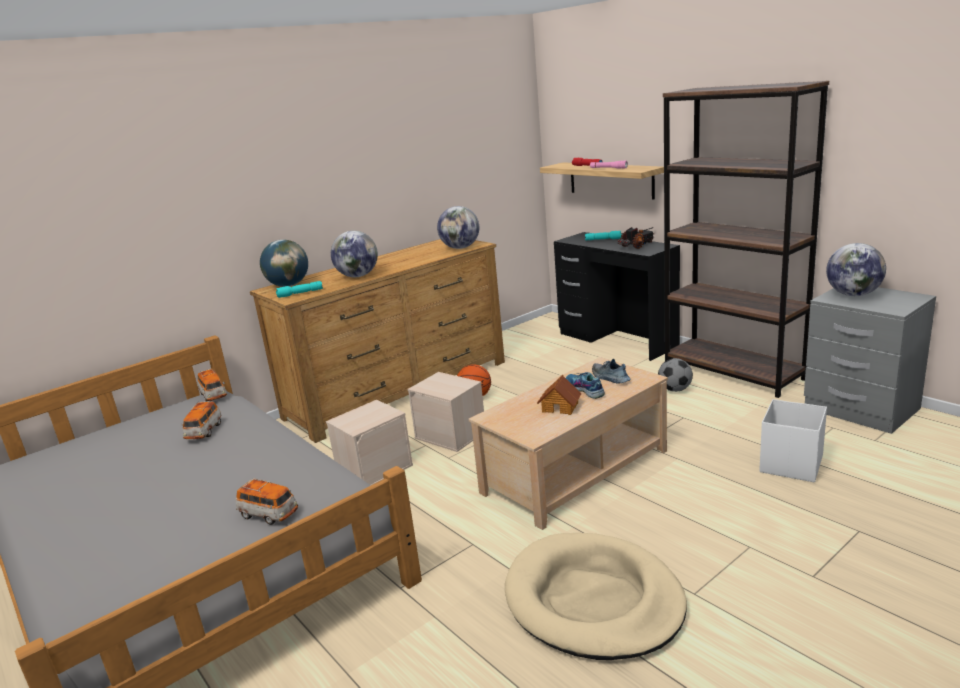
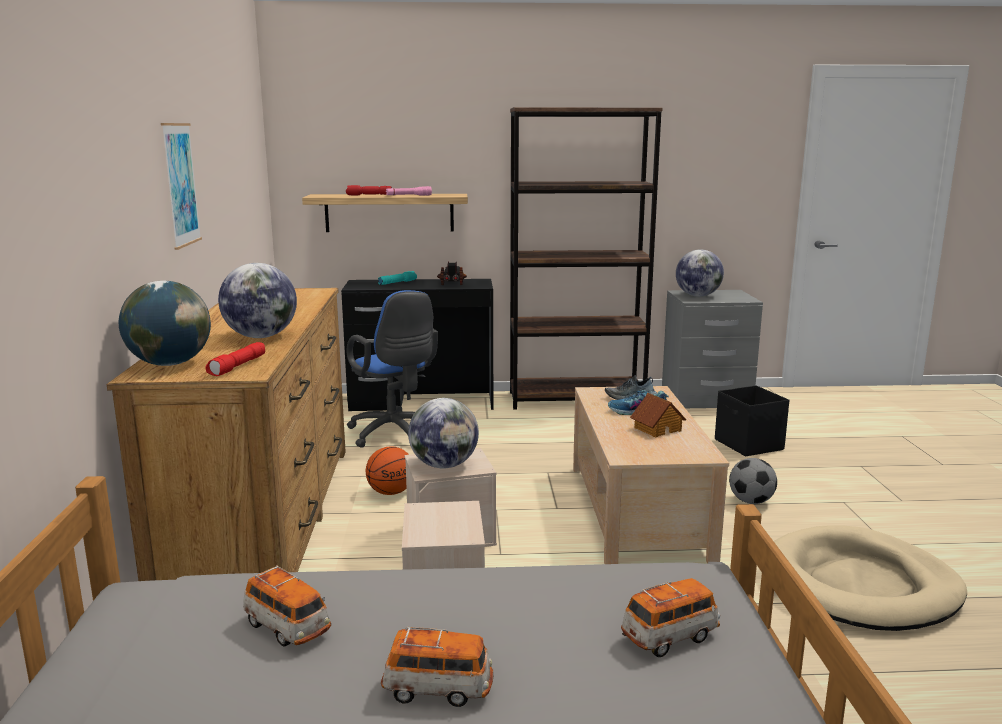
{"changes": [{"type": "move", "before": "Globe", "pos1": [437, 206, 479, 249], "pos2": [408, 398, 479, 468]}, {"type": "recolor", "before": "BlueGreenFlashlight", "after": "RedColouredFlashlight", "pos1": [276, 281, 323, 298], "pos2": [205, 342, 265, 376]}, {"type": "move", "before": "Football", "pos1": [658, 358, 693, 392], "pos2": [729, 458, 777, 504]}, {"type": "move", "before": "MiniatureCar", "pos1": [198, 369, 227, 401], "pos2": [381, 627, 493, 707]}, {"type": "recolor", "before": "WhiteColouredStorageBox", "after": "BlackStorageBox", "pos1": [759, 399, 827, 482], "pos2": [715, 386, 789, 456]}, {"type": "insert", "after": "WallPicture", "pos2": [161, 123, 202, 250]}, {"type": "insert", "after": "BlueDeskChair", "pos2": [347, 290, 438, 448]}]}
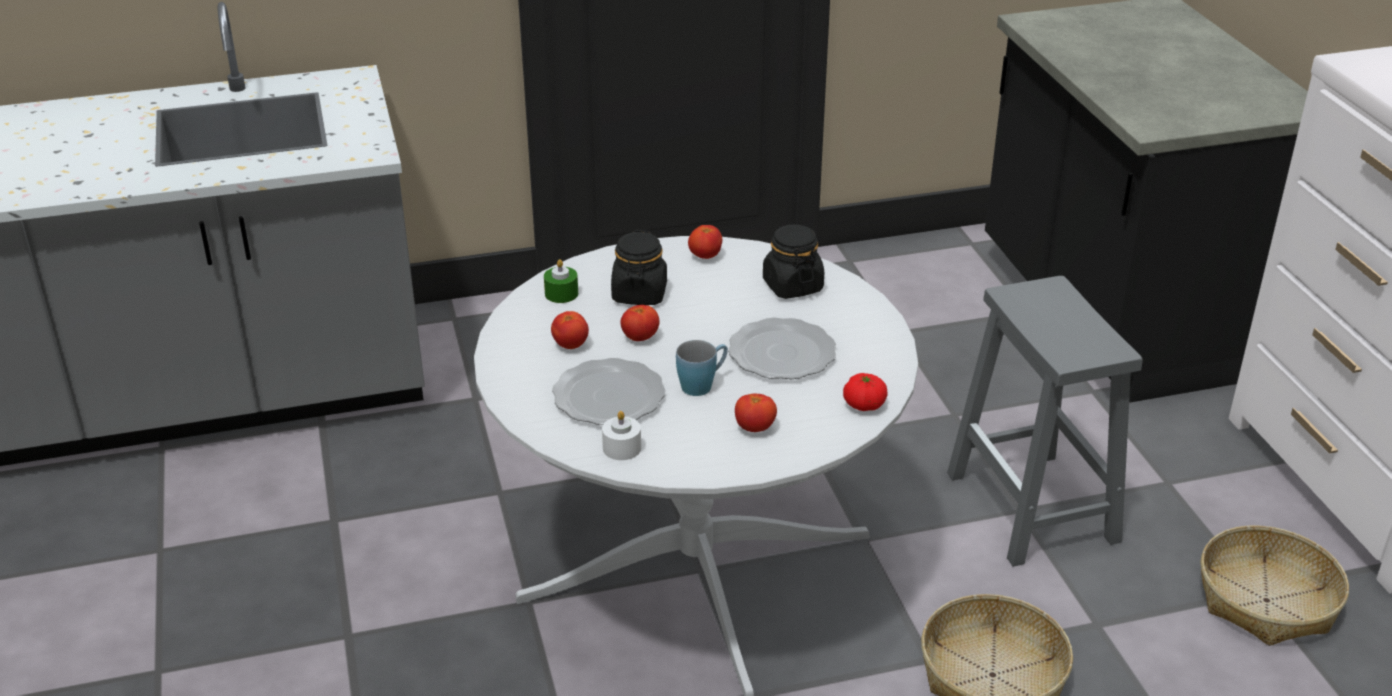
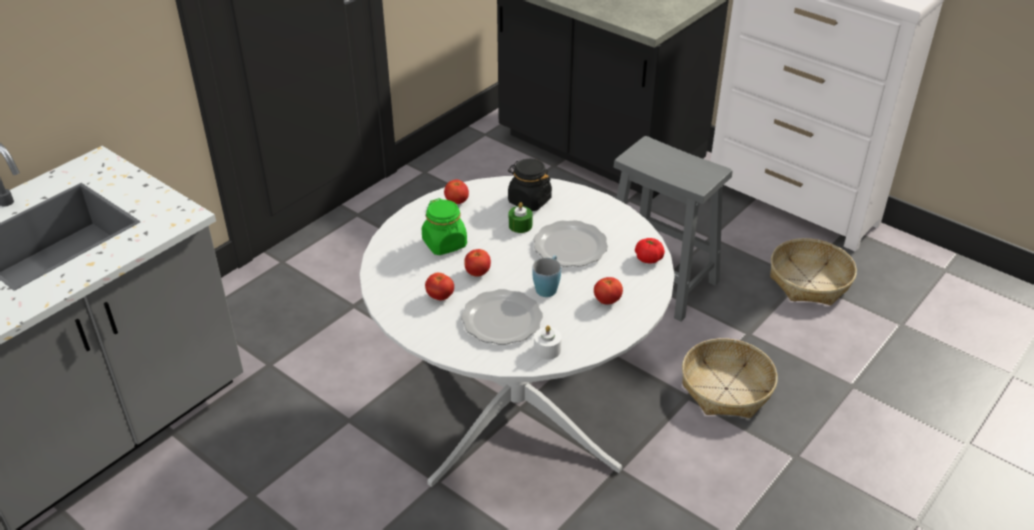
{"changes": [{"type": "recolor", "before": "BlackPreserveJar", "after": "GreenColouredPreserveJar", "pos1": [611, 230, 667, 305], "pos2": [422, 198, 467, 255]}, {"type": "move", "before": "GreenColouredWaxLight", "pos1": [544, 259, 578, 303], "pos2": [509, 202, 533, 233]}]}
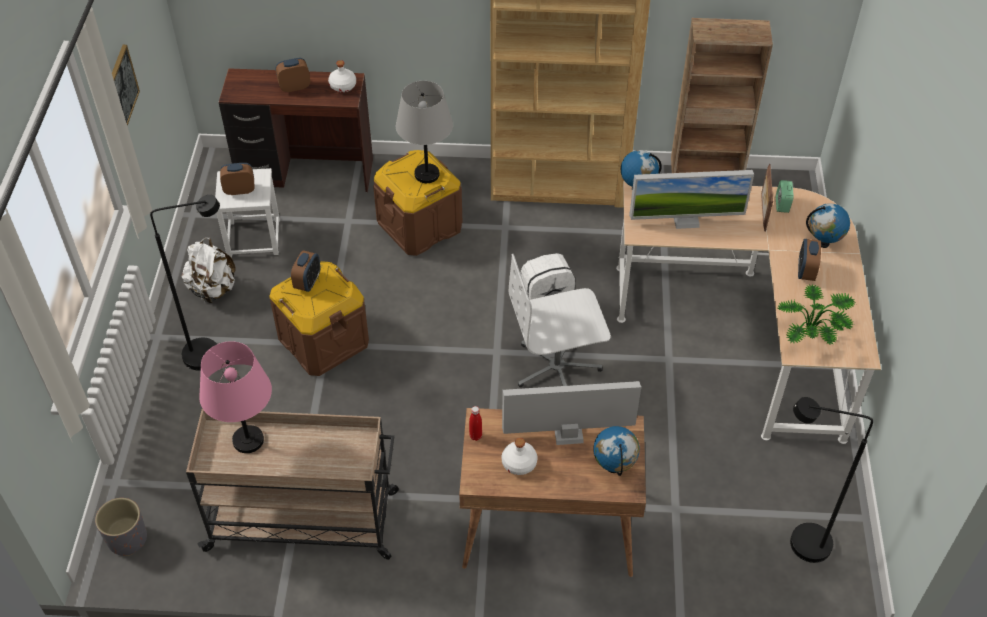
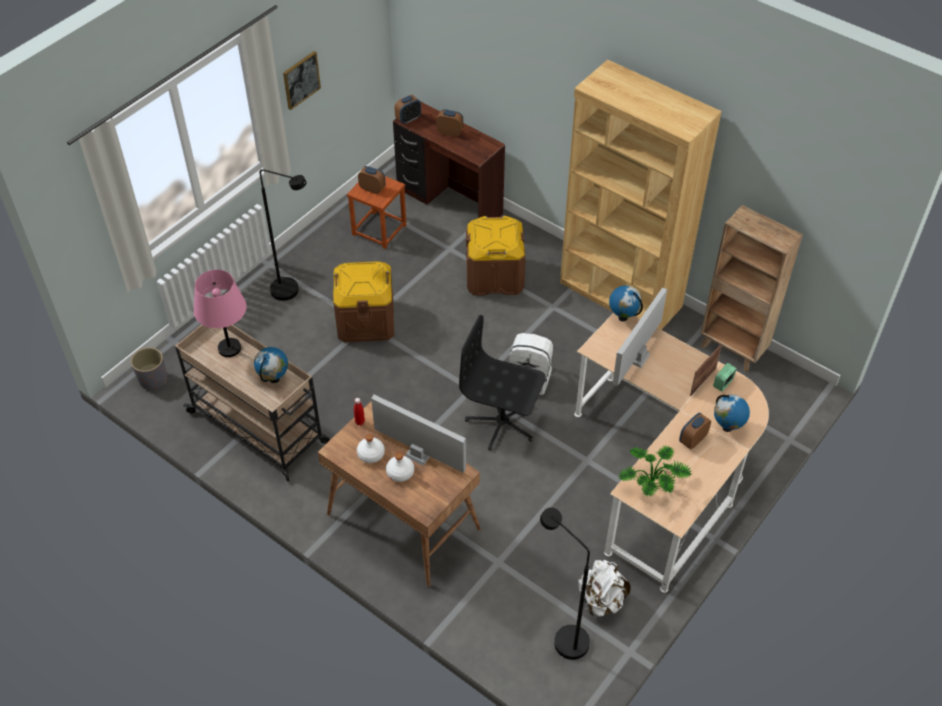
{"changes": [{"type": "move", "before": "WhiteColouredBeverageBottle", "pos1": [328, 60, 356, 92], "pos2": [386, 452, 414, 482]}, {"type": "delete", "before": "GreyTableLamp", "pos1": [396, 81, 453, 183]}, {"type": "recolor", "before": "WhiteColouredSittingStool", "after": "BrownColouredSittingStool", "pos1": [215, 168, 280, 258], "pos2": [347, 176, 406, 249]}, {"type": "rotate", "before": "ComputerScreen", "pos1": [629, 170, 754, 229], "pos2": [612, 288, 667, 386], "turn": 90}, {"type": "move", "before": "WhiteColouredBackpack", "pos1": [181, 238, 235, 303], "pos2": [578, 560, 631, 616]}, {"type": "move", "before": "BedsideClock", "pos1": [291, 250, 320, 292], "pos2": [395, 95, 421, 124]}, {"type": "recolor", "before": "WhiteColouredDeskChair", "after": "BlackDeskChair", "pos1": [509, 254, 611, 387], "pos2": [459, 315, 546, 451]}, {"type": "move", "before": "Globe", "pos1": [593, 426, 640, 476], "pos2": [254, 347, 288, 383]}]}
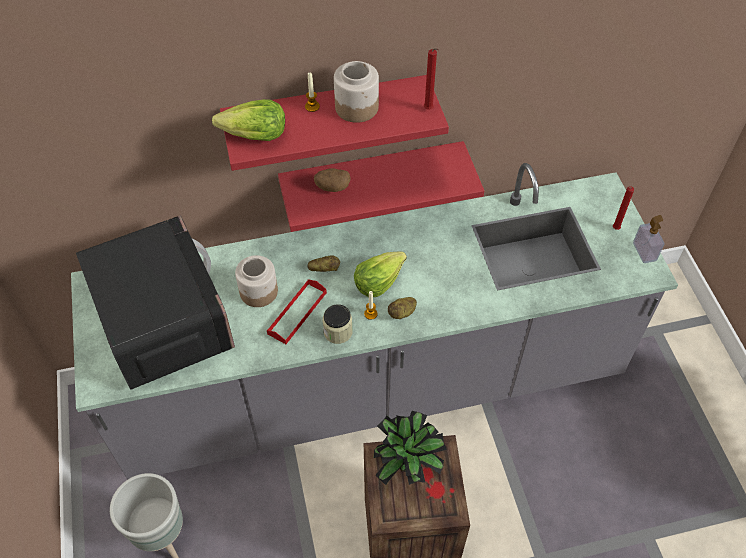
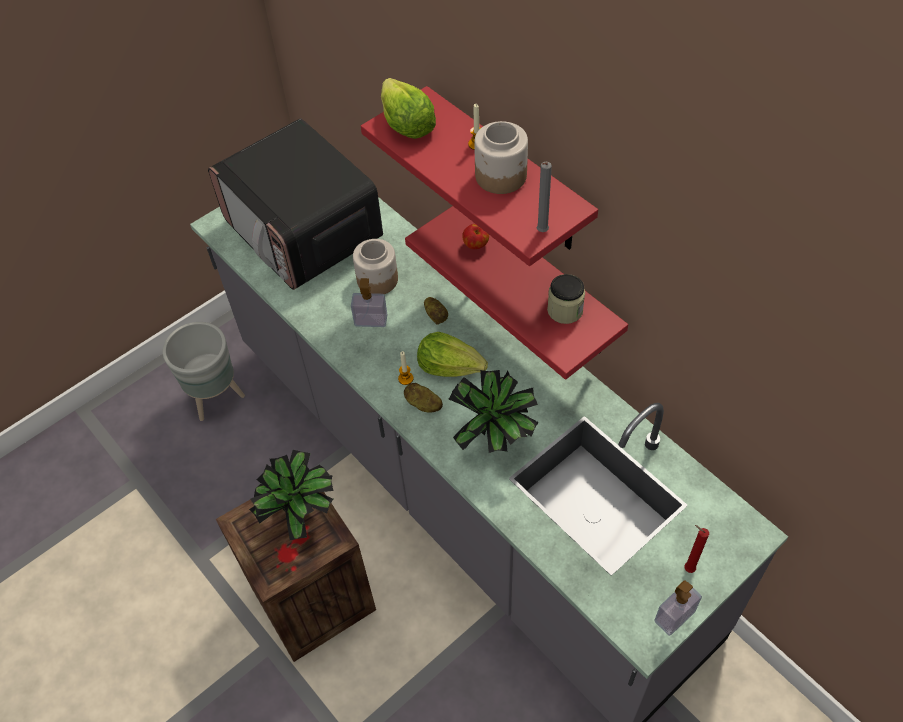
{"changes": [{"type": "recolor", "before": "RedColouredWaxLight", "after": "GreyWaxLight", "pos1": [424, 48, 439, 110], "pos2": [537, 162, 552, 232]}, {"type": "replace", "before": "Potato", "after": "Apple", "pos1": [314, 168, 350, 192], "pos2": [462, 224, 489, 249]}, {"type": "rotate", "before": "KitchenMicrowave", "pos1": [76, 216, 235, 390], "pos2": [208, 118, 383, 290], "turn": 105}, {"type": "replace", "before": "RedColouredTray", "after": "LiquidSoapBottle", "pos1": [267, 279, 327, 344], "pos2": [351, 278, 387, 327]}, {"type": "move", "before": "PreserveJar", "pos1": [323, 304, 353, 344], "pos2": [547, 274, 585, 324]}, {"type": "insert", "after": "PlantInAPot", "pos2": [449, 370, 539, 453]}]}
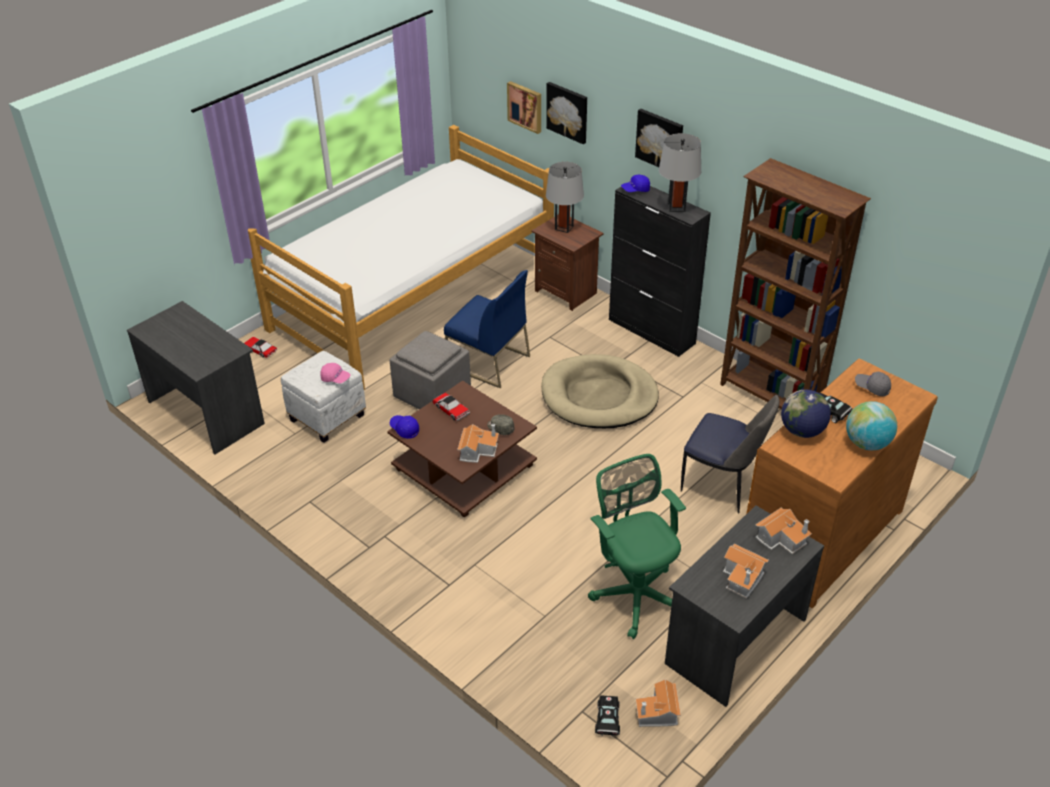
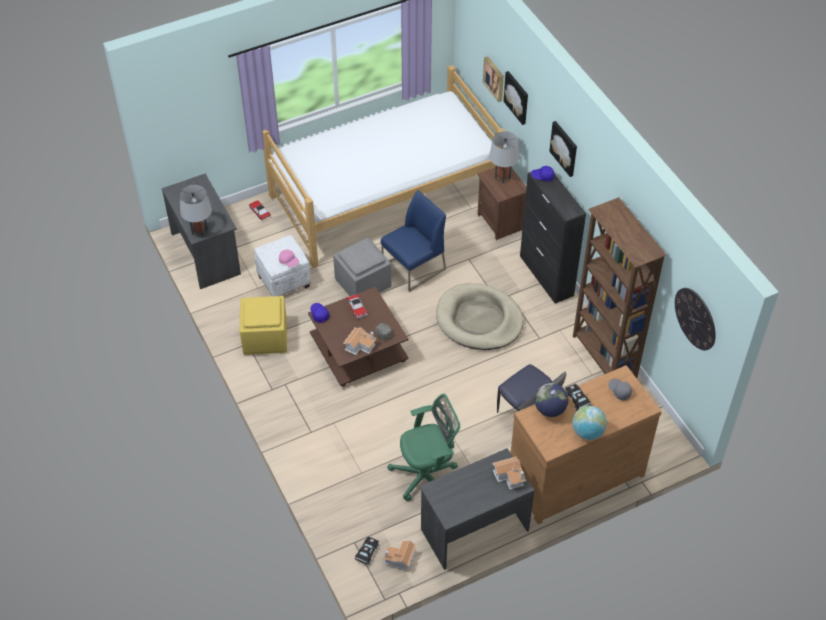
{"changes": [{"type": "move", "before": "GreyTableLamp", "pos1": [659, 133, 701, 212], "pos2": [180, 185, 212, 238]}, {"type": "rotate", "before": "BlueChair", "pos1": [444, 270, 530, 388], "pos2": [381, 190, 446, 292], "turn": -90}, {"type": "rotate", "before": "GreenColouredDeskChair", "pos1": [588, 454, 686, 639], "pos2": [387, 394, 460, 501], "turn": 75}, {"type": "delete", "before": "MiniatureHouse", "pos1": [723, 544, 769, 599]}, {"type": "insert", "after": "WallClock", "pos2": [675, 288, 716, 350]}, {"type": "insert", "after": "YellowColouredFootrest", "pos2": [240, 296, 287, 355]}]}
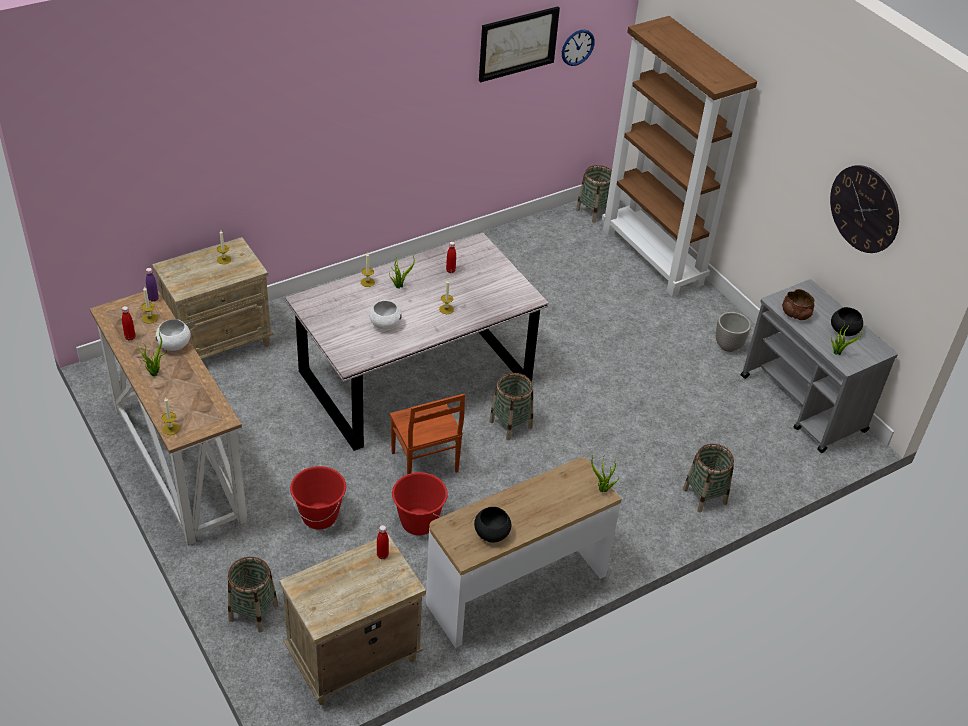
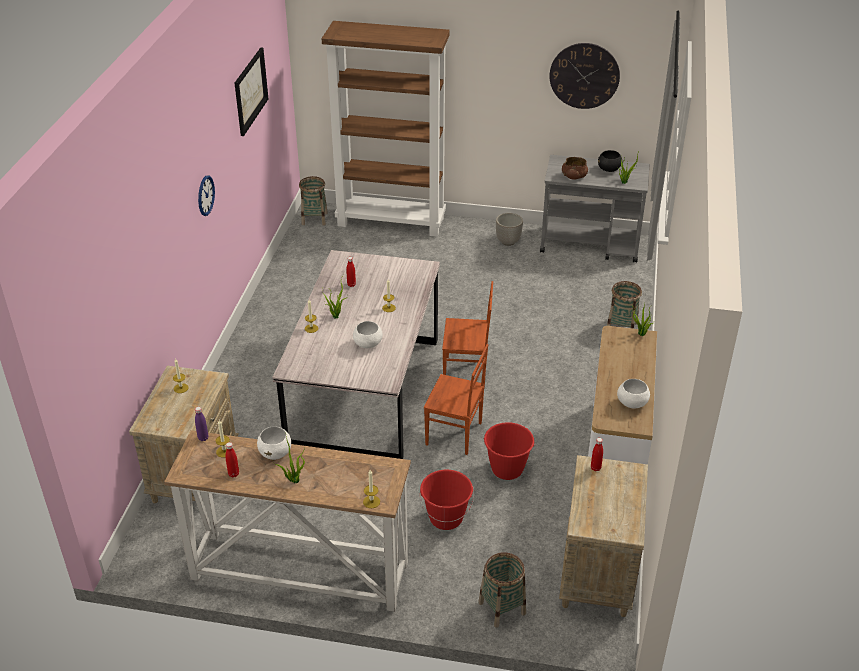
{"changes": [{"type": "move", "before": "WallClock", "pos1": [562, 30, 595, 66], "pos2": [198, 175, 215, 216]}, {"type": "replace", "before": "HouseholdBasket", "after": "BrownColouredChair", "pos1": [489, 373, 533, 440], "pos2": [442, 281, 493, 388]}, {"type": "recolor", "before": "BlackDeepDish", "after": "WhiteColouredDeepDish", "pos1": [474, 507, 512, 543], "pos2": [617, 379, 650, 409]}]}
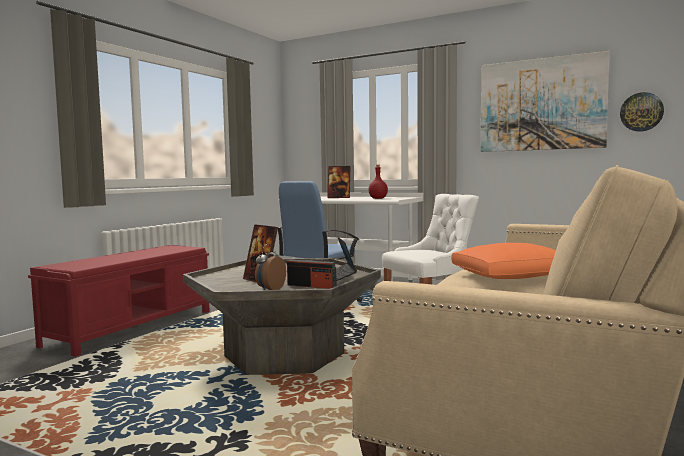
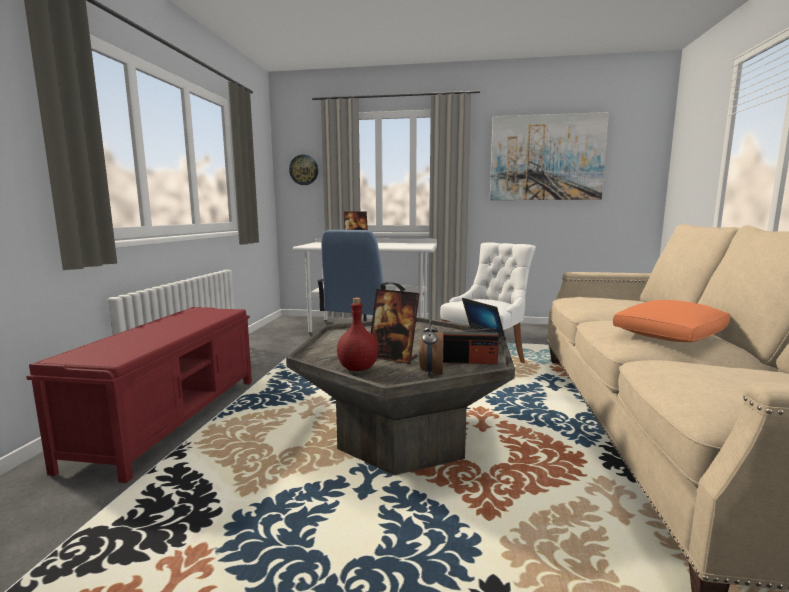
{"changes": [{"type": "move", "before": "WallClock", "pos1": [620, 92, 664, 132], "pos2": [289, 154, 318, 185]}, {"type": "move", "before": "RedColouredBeverageBottle", "pos1": [368, 165, 388, 199], "pos2": [337, 298, 378, 371]}]}
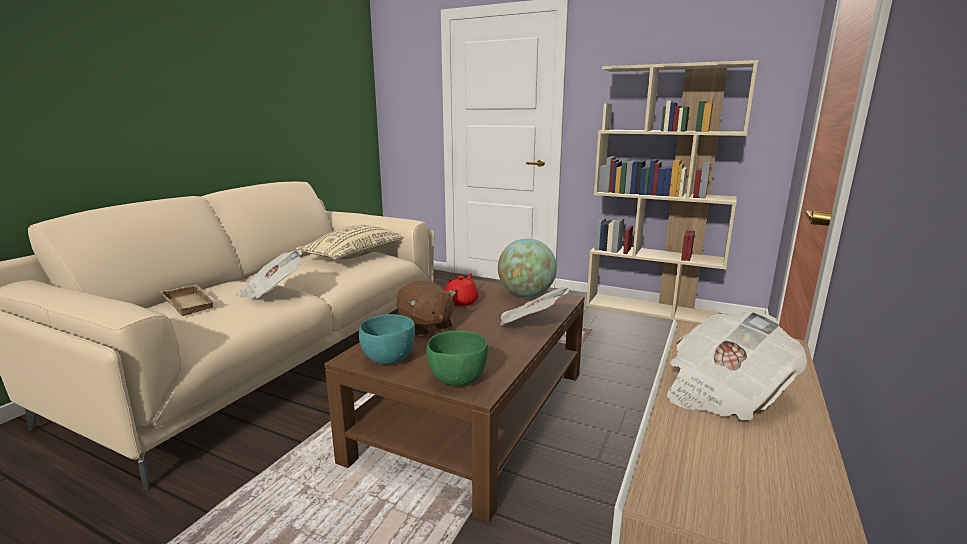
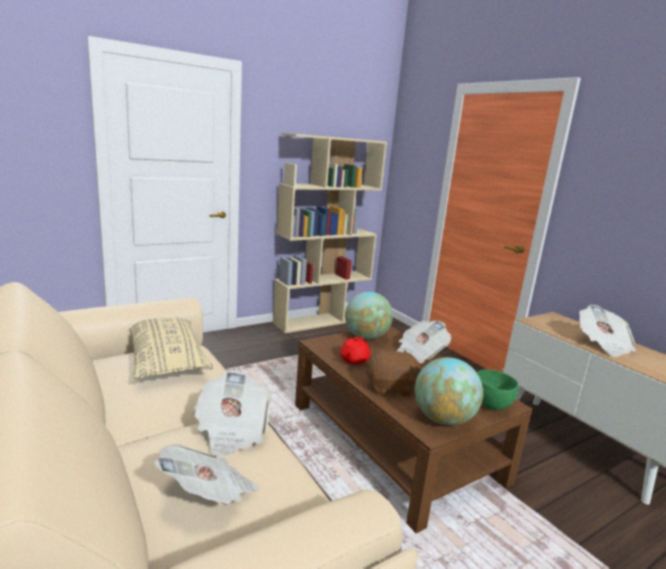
{"changes": [{"type": "rotate", "before": "RedColouredPotForTea", "pos1": [444, 273, 478, 306], "pos2": [340, 337, 370, 364], "turn": -120}, {"type": "replace", "before": "BeigeColouredTray", "after": "Newspaper", "pos1": [160, 284, 218, 316], "pos2": [153, 444, 259, 505]}, {"type": "replace", "before": "BlueGreenDeepDish", "after": "Globe", "pos1": [359, 314, 415, 365], "pos2": [415, 357, 483, 425]}]}
